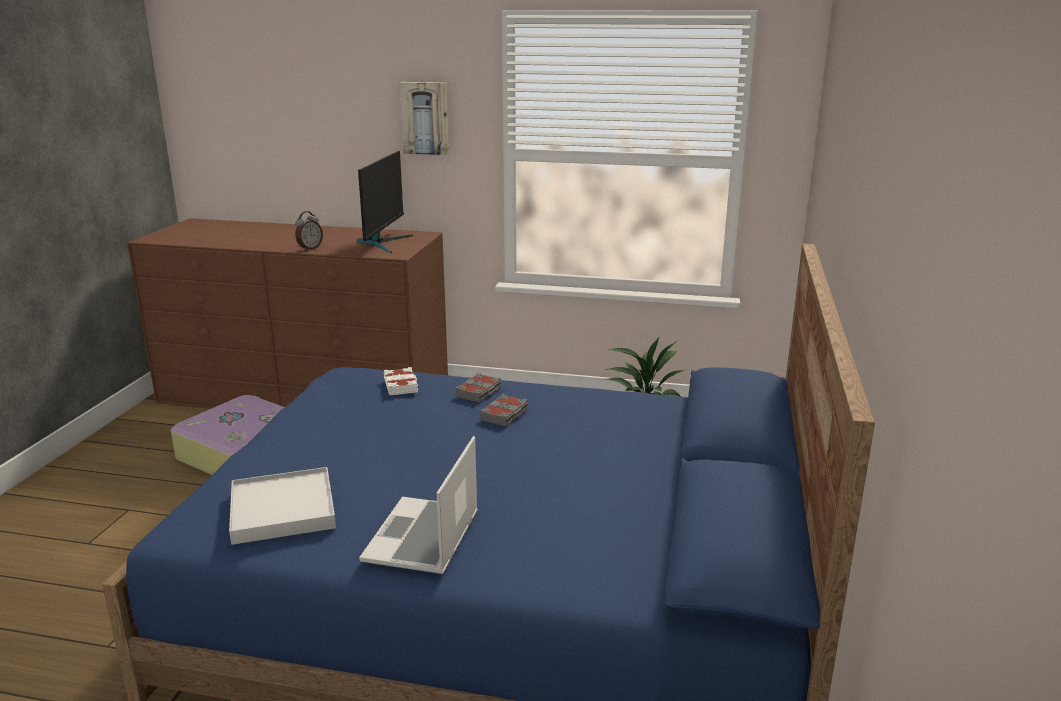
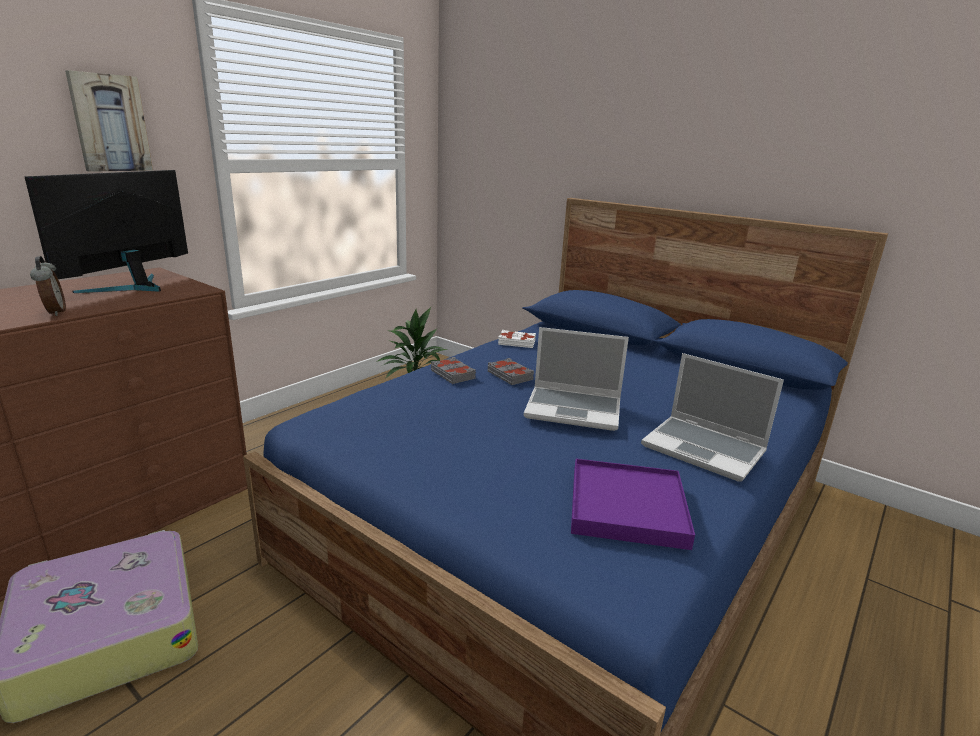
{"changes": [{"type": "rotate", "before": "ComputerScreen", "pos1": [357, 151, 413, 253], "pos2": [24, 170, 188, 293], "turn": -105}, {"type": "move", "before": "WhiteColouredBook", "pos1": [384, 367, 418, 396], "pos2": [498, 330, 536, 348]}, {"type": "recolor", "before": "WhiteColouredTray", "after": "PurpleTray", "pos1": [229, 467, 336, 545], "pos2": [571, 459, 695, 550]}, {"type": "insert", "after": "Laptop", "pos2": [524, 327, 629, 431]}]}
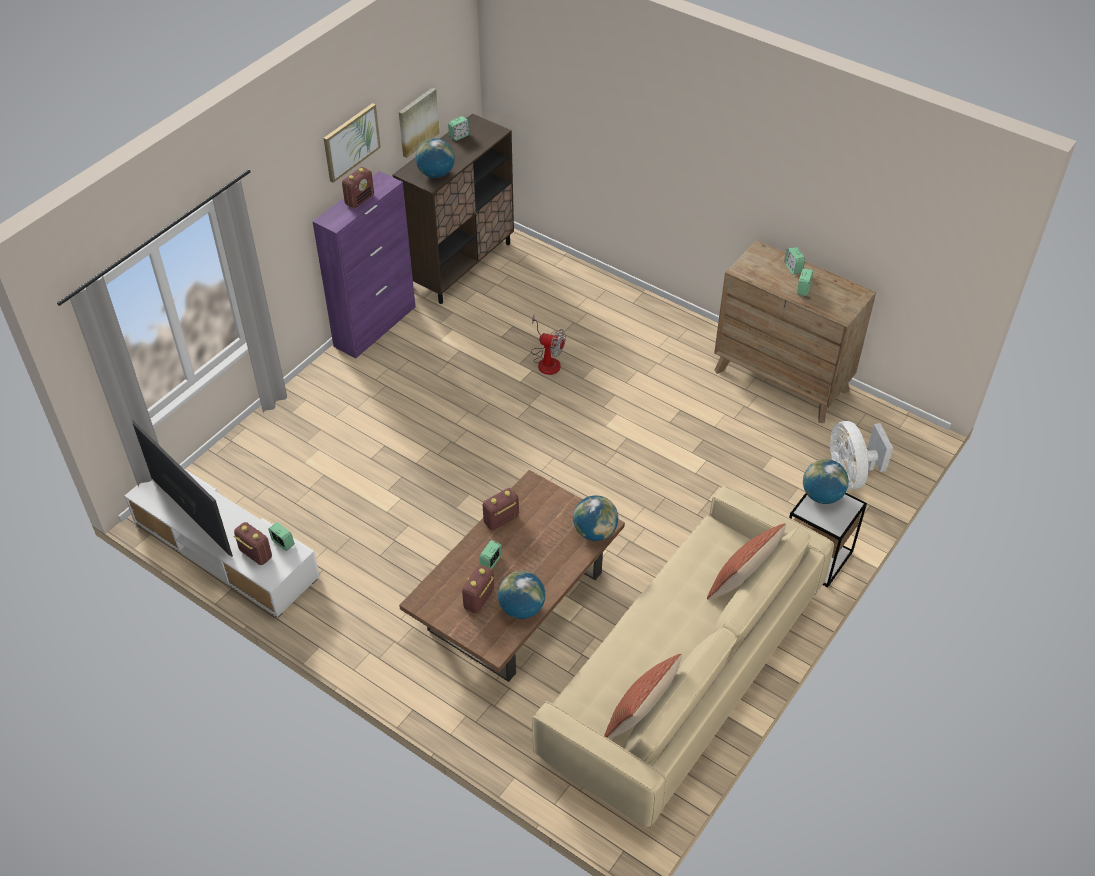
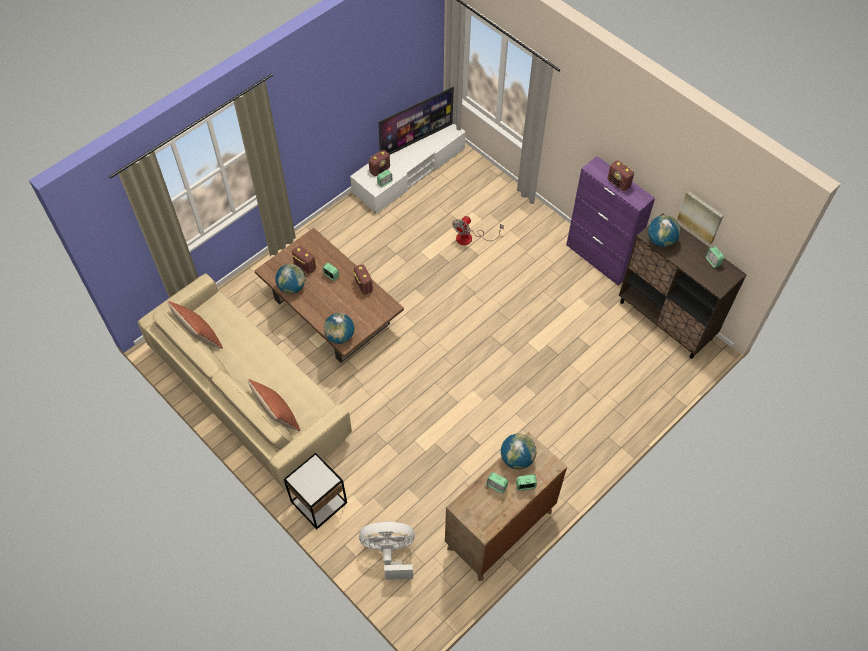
{"changes": [{"type": "delete", "before": "WallPicture", "pos1": [324, 103, 381, 183]}, {"type": "move", "before": "ElectricFan", "pos1": [531, 314, 566, 375], "pos2": [452, 216, 504, 245]}, {"type": "move", "before": "Globe", "pos1": [803, 459, 849, 504], "pos2": [501, 433, 536, 469]}]}
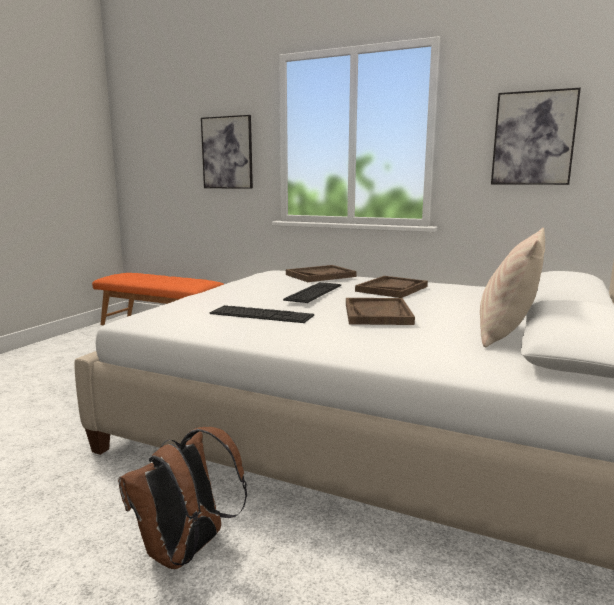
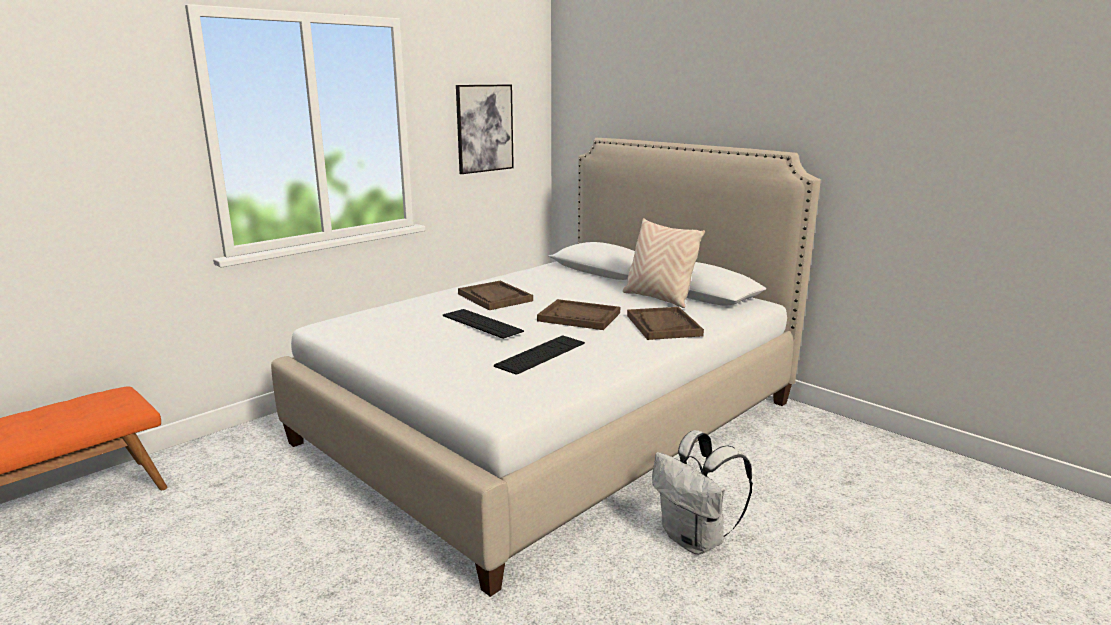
{"changes": [{"type": "delete", "before": "WallPicture", "pos1": [201, 115, 253, 189]}, {"type": "move", "before": "BrownColouredTray", "pos1": [286, 265, 357, 282], "pos2": [627, 307, 704, 340]}, {"type": "recolor", "before": "BrownColouredBackpack", "after": "WhiteColouredBackpack", "pos1": [118, 427, 247, 569], "pos2": [652, 430, 753, 555]}]}
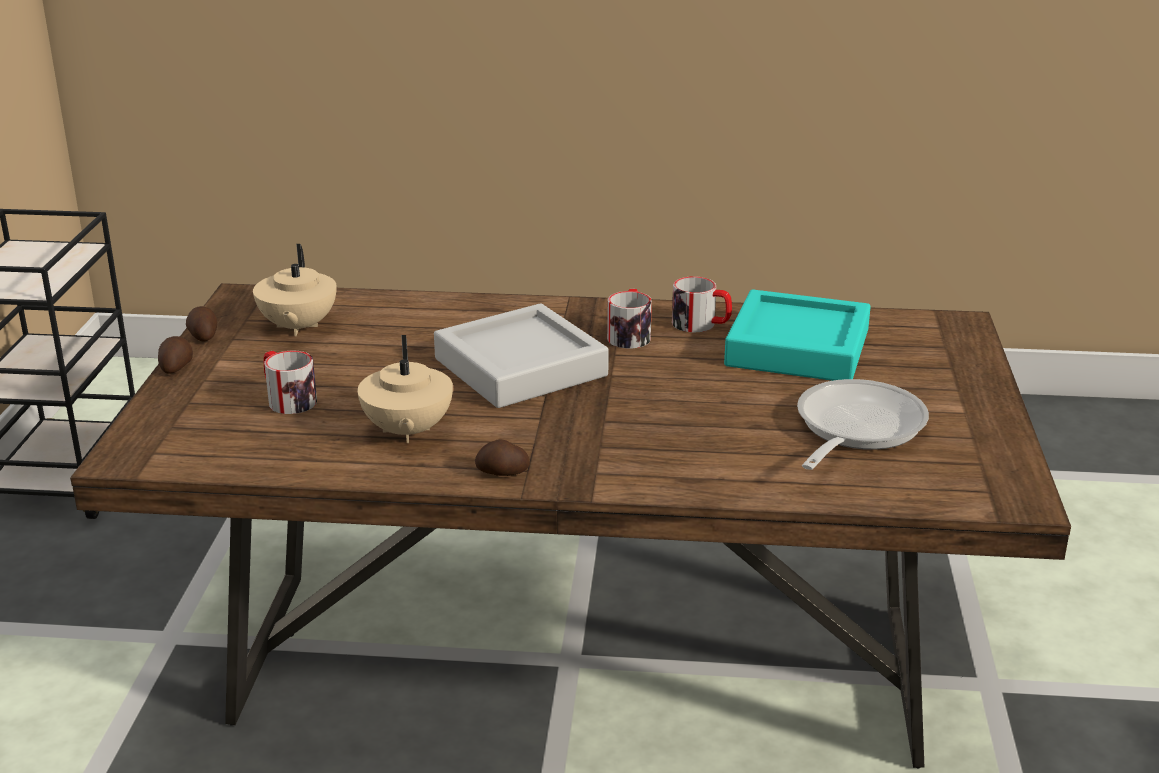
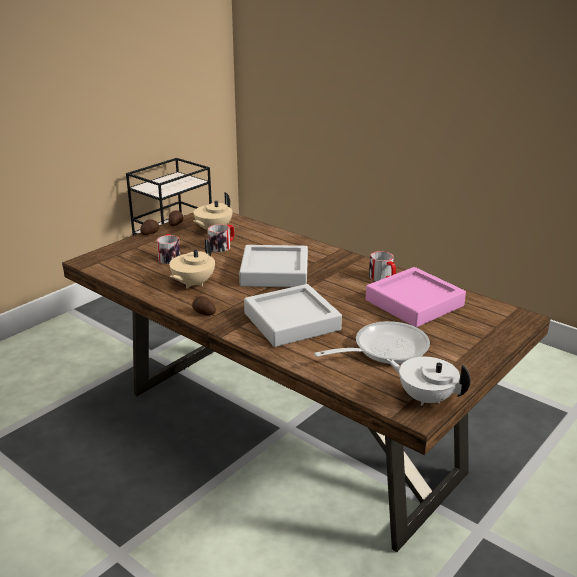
{"changes": [{"type": "move", "before": "Mug", "pos1": [607, 289, 652, 348], "pos2": [208, 224, 235, 252]}, {"type": "recolor", "before": "BlueGreenTray", "after": "PinkColouredTray", "pos1": [724, 289, 871, 381], "pos2": [366, 267, 466, 327]}, {"type": "insert", "after": "GreyTray", "pos2": [244, 284, 342, 347]}, {"type": "insert", "after": "WhiteColouredPotForTea", "pos2": [387, 357, 471, 406]}]}
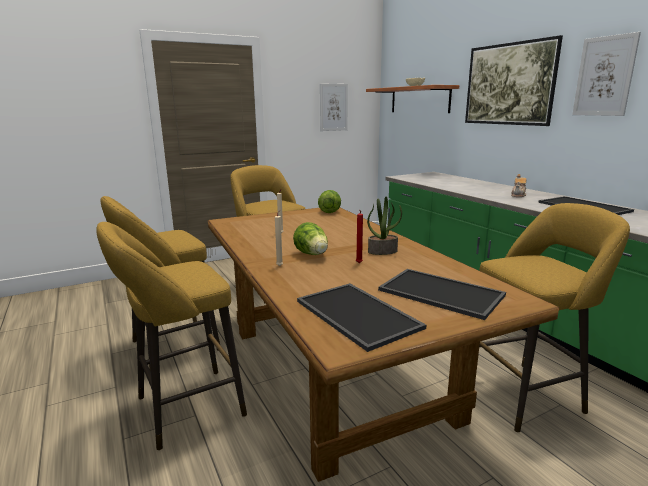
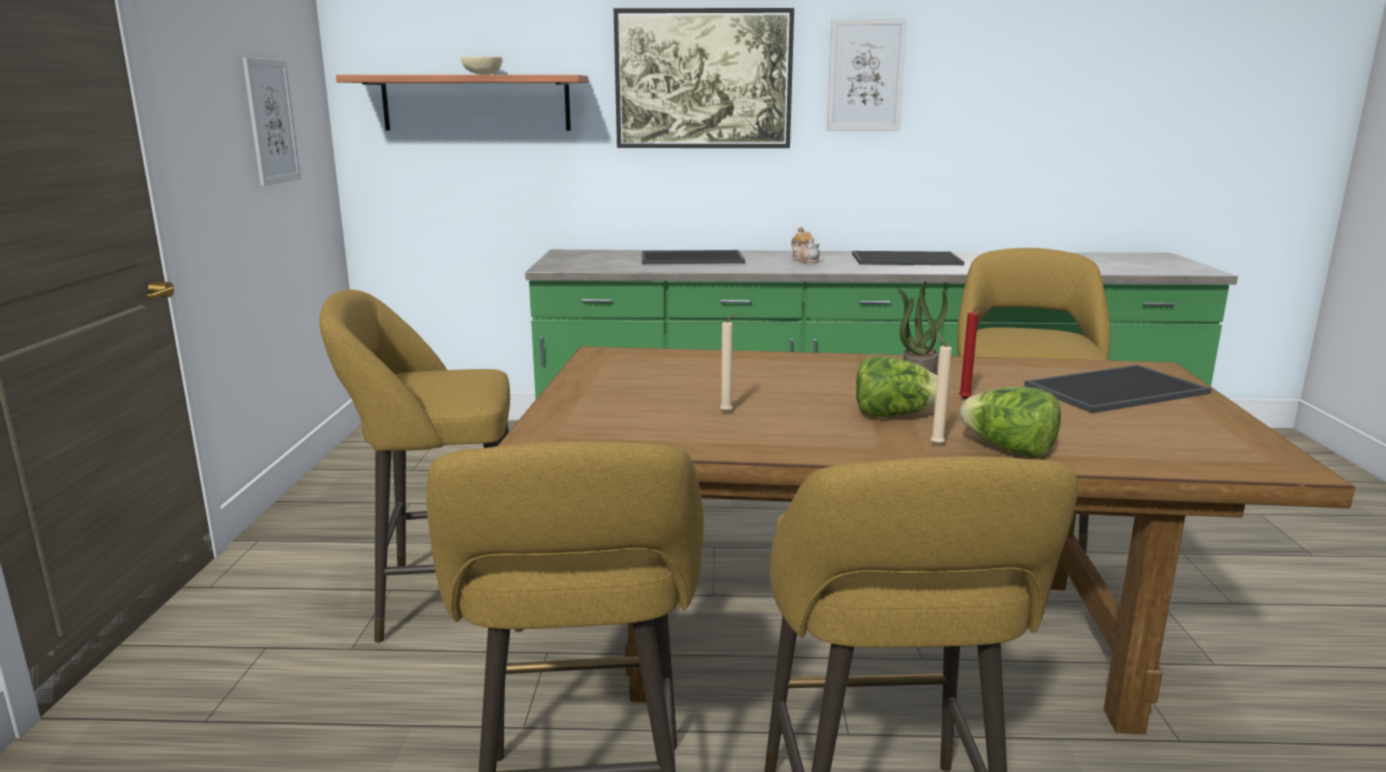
{"changes": [{"type": "move", "before": "Lettuce", "pos1": [318, 190, 341, 213], "pos2": [960, 387, 1061, 458]}, {"type": "move", "before": "Tray", "pos1": [297, 283, 426, 352], "pos2": [642, 250, 745, 264]}]}
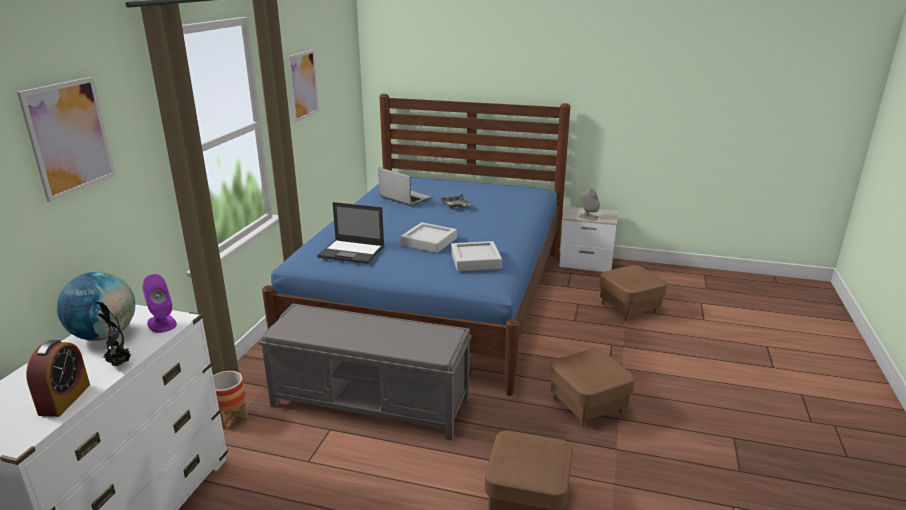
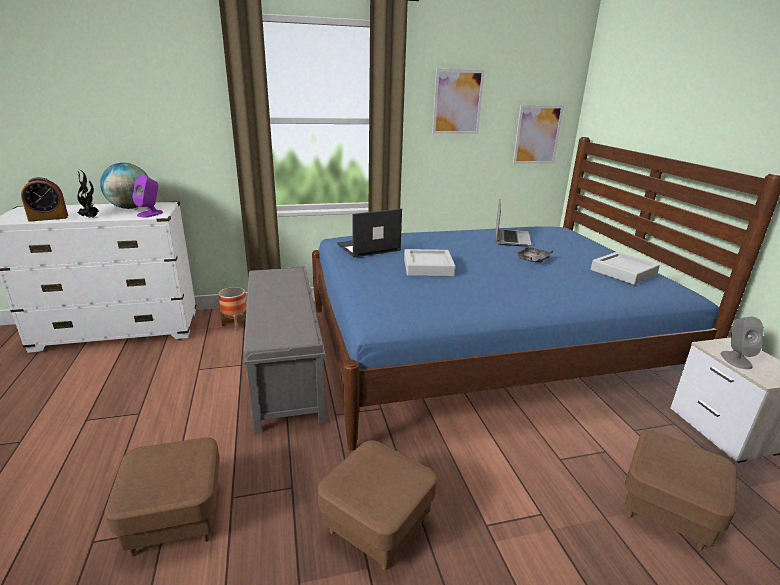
{"changes": [{"type": "move", "before": "WallPicture", "pos1": [17, 77, 115, 202], "pos2": [513, 105, 564, 164]}, {"type": "rotate", "before": "Laptop", "pos1": [317, 202, 384, 264], "pos2": [337, 209, 402, 257], "turn": 75}, {"type": "move", "before": "GreyTray", "pos1": [451, 241, 502, 271], "pos2": [591, 252, 660, 285]}]}
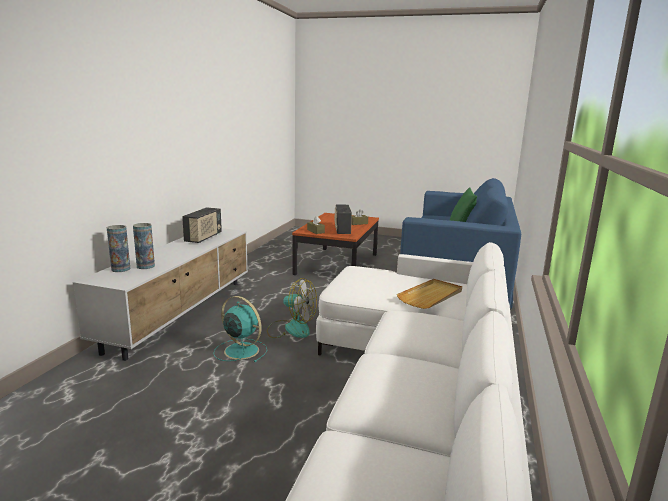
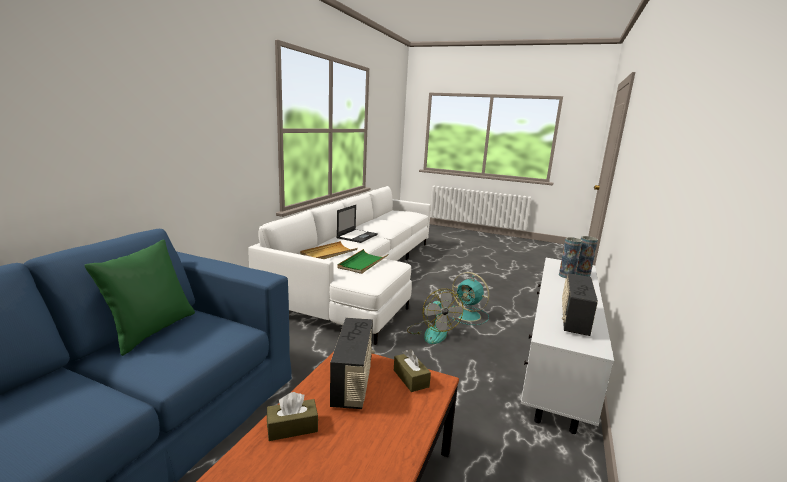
{"changes": [{"type": "rotate", "before": "ElectricFan", "pos1": [267, 278, 317, 338], "pos2": [407, 289, 463, 344], "turn": -135}, {"type": "insert", "after": "Laptop", "pos2": [336, 205, 378, 243]}, {"type": "insert", "after": "GreenColouredTray", "pos2": [337, 249, 389, 274]}]}
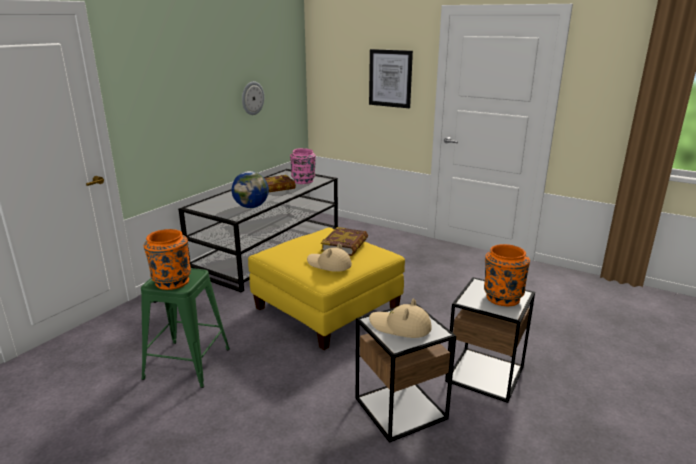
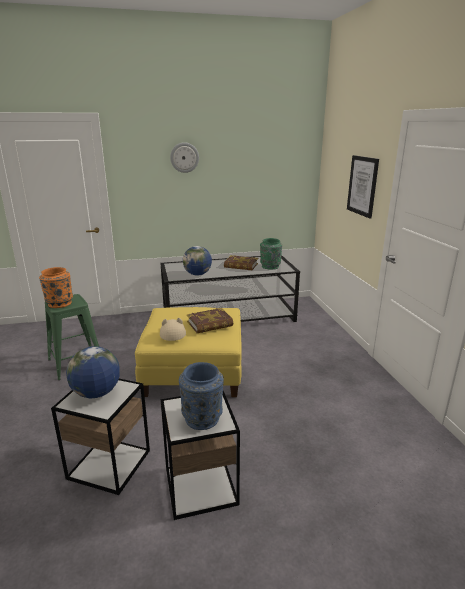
{"changes": [{"type": "move", "before": "WallClock", "pos1": [242, 81, 264, 115], "pos2": [170, 142, 199, 173]}, {"type": "recolor", "before": "PinkColouredDecorativeVase", "after": "GreenColouredDecorativeVase", "pos1": [290, 148, 316, 184], "pos2": [260, 238, 282, 270]}, {"type": "recolor", "before": "OrangeColouredDecorativeVase", "after": "BlueDecorativeVase", "pos1": [484, 244, 530, 306], "pos2": [179, 362, 224, 430]}, {"type": "replace", "before": "BeigeColouredHat", "after": "Globe", "pos1": [369, 299, 432, 338], "pos2": [66, 346, 120, 398]}]}
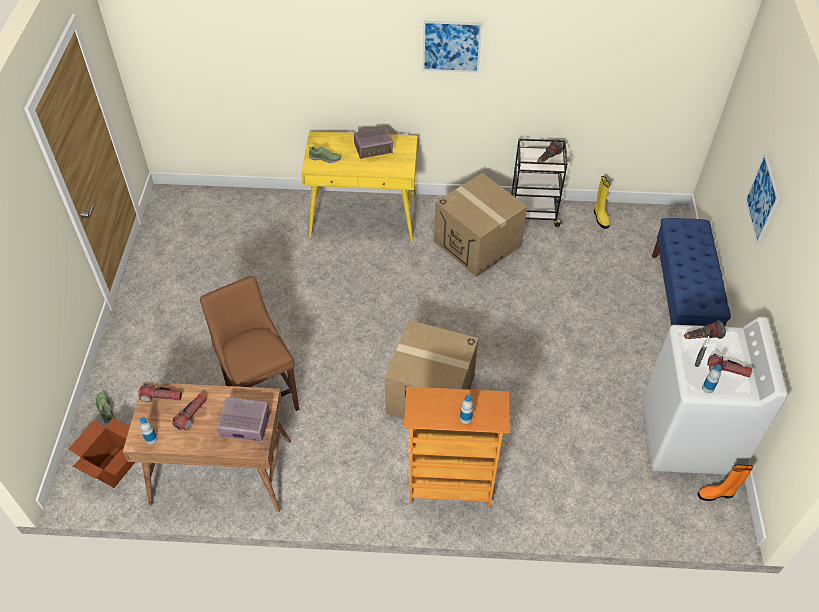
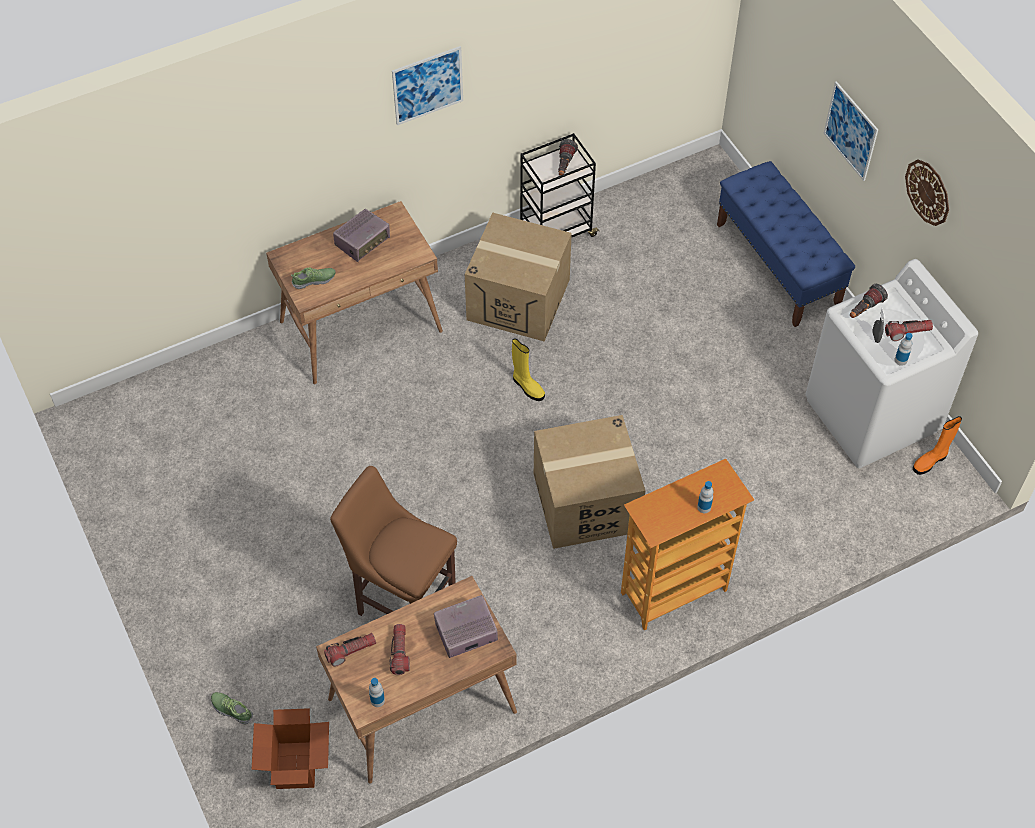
{"changes": [{"type": "recolor", "before": "YellowColouredDeskUnit", "after": "BrownColouredDeskUnit", "pos1": [301, 131, 417, 242], "pos2": [266, 201, 443, 384]}, {"type": "move", "before": "YellowColouredBoot", "pos1": [594, 176, 610, 229], "pos2": [512, 339, 545, 401]}, {"type": "insert", "after": "WallClock", "pos2": [905, 160, 949, 226]}]}
